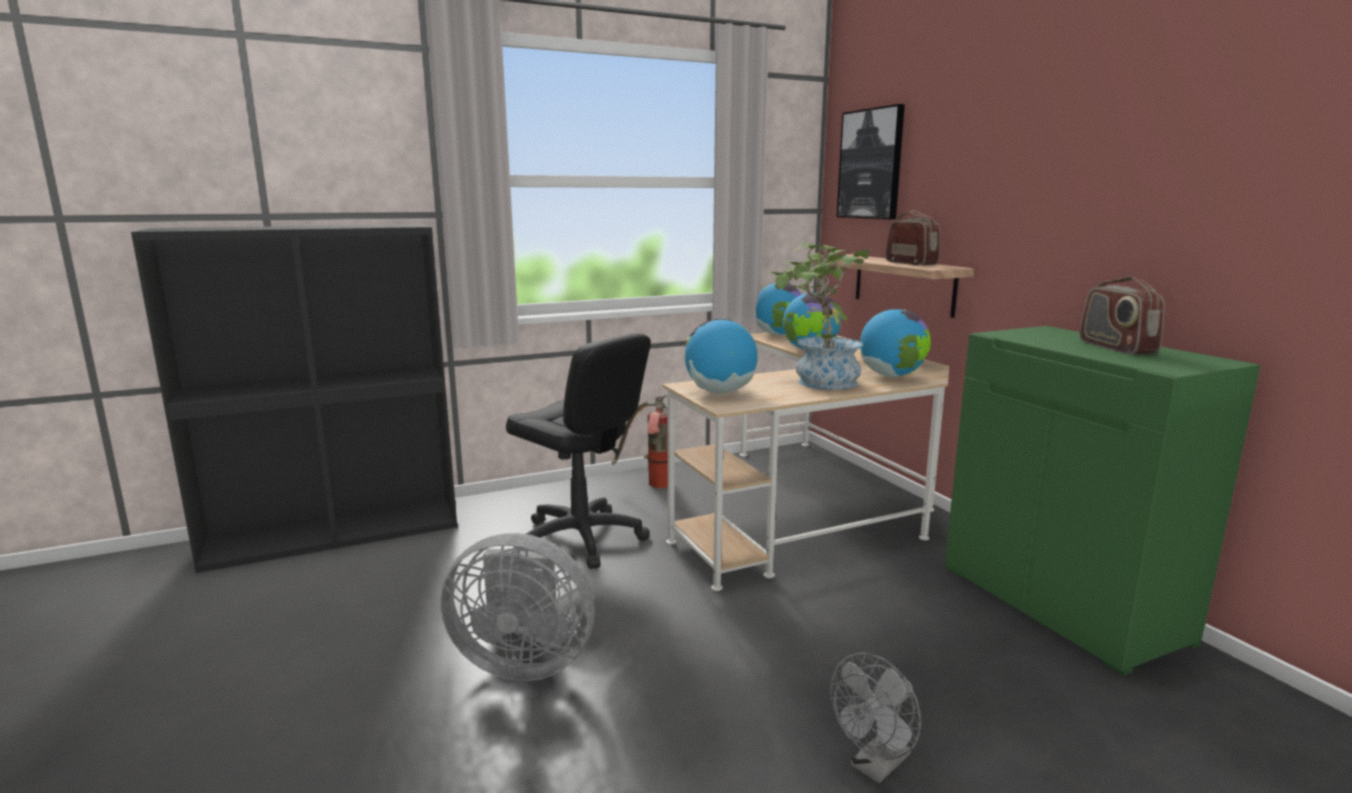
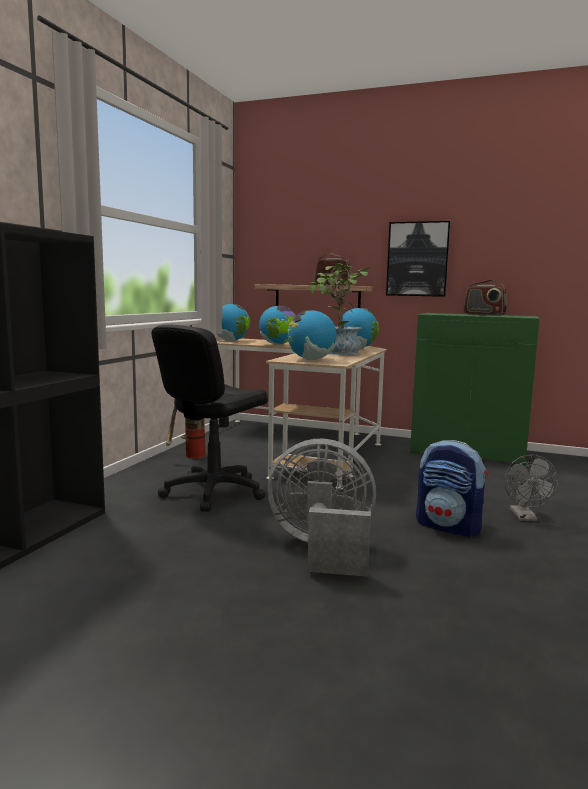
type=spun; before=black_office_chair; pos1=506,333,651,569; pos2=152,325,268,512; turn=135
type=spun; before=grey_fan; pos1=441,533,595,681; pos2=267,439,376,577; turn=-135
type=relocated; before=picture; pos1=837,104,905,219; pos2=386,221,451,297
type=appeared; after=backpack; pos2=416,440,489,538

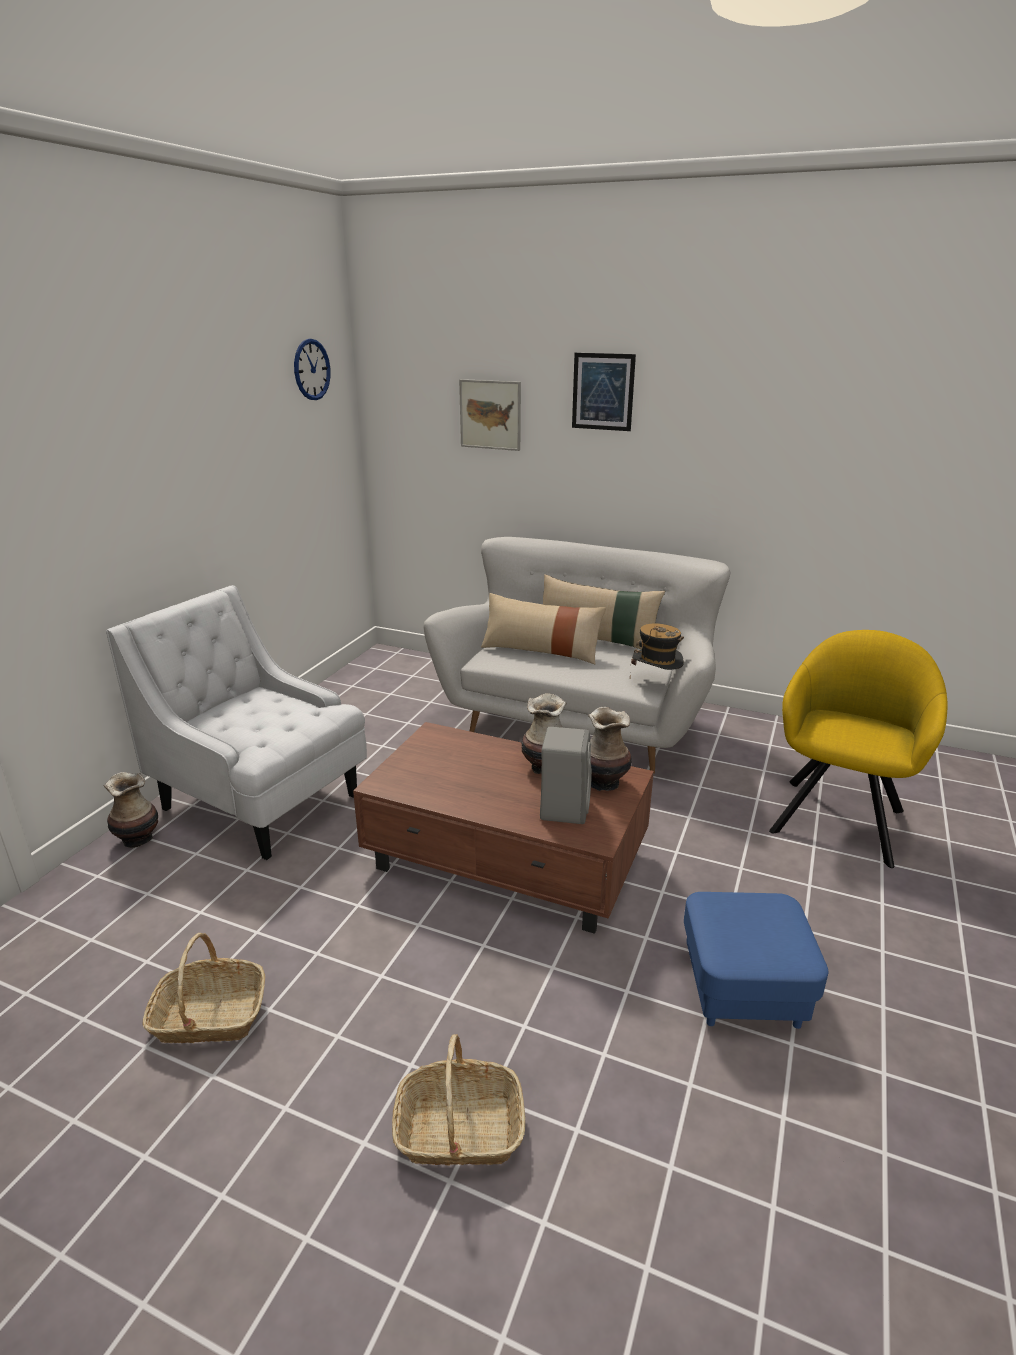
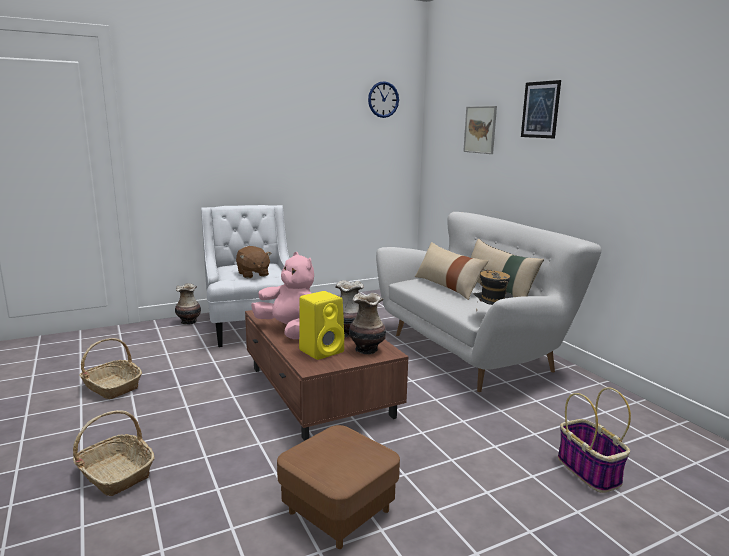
type=appeared; after=brown_plush_toy; pos2=236,246,272,278
type=appeared; after=pink_plush_toy; pos2=251,252,314,339
type=colour; before=blue_ottoman; after=brown_ottoman; pos1=684,892,828,1029; pos2=277,425,400,549
type=colour; before=grey_speaker; after=yellow_speaker; pos1=540,727,592,824; pos2=299,291,345,360
type=exchanged; before=yellow_armchair; after=basket; pos1=769,630,948,868; pos2=558,387,631,493

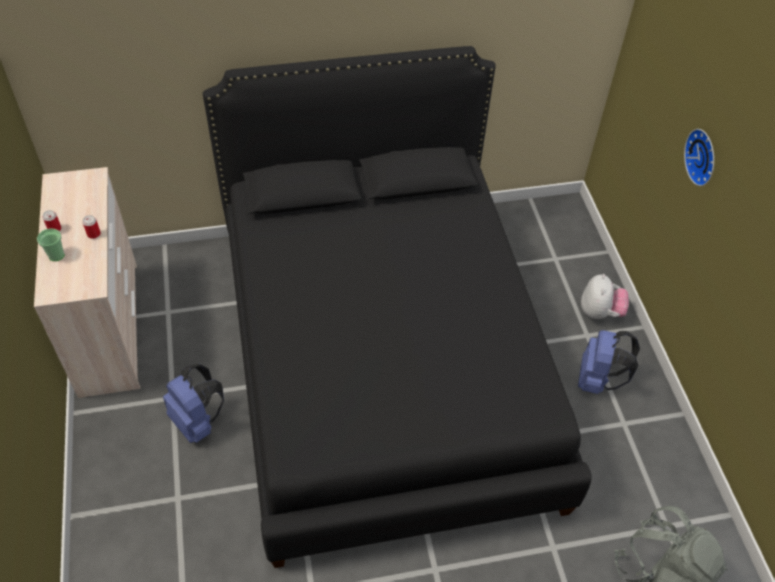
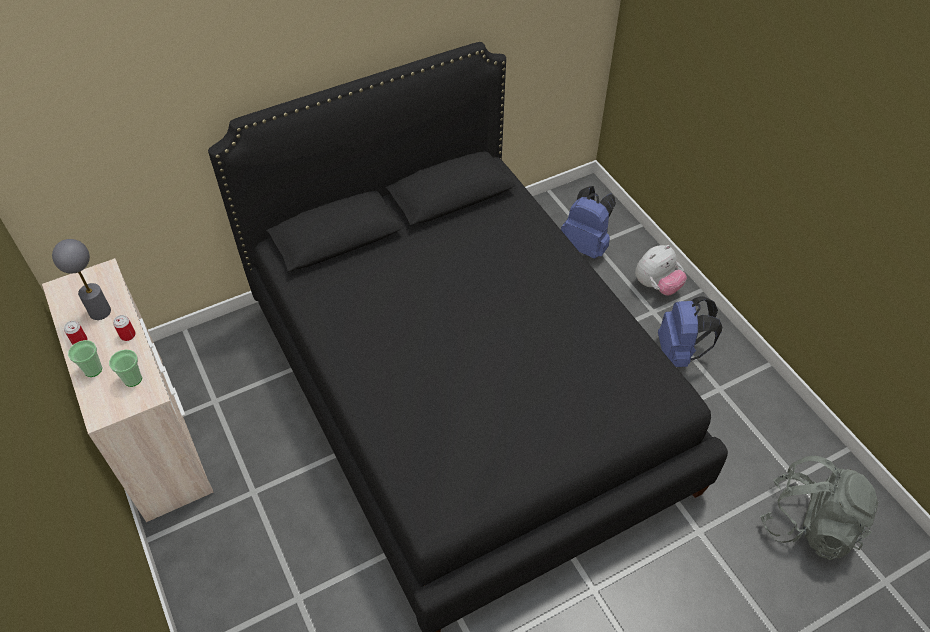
type=appeared; after=grey_table_lamp; pos2=52,239,111,320
type=appeared; after=cup; pos2=109,349,142,387
type=relocated; before=blue_backpack; pos1=163,364,224,443; pos2=561,186,616,259
type=spun; before=plush_toy; pos1=581,274,629,319; pos2=635,245,687,296; turn=60
type=missing; before=wall_clock; pos1=684,129,714,186

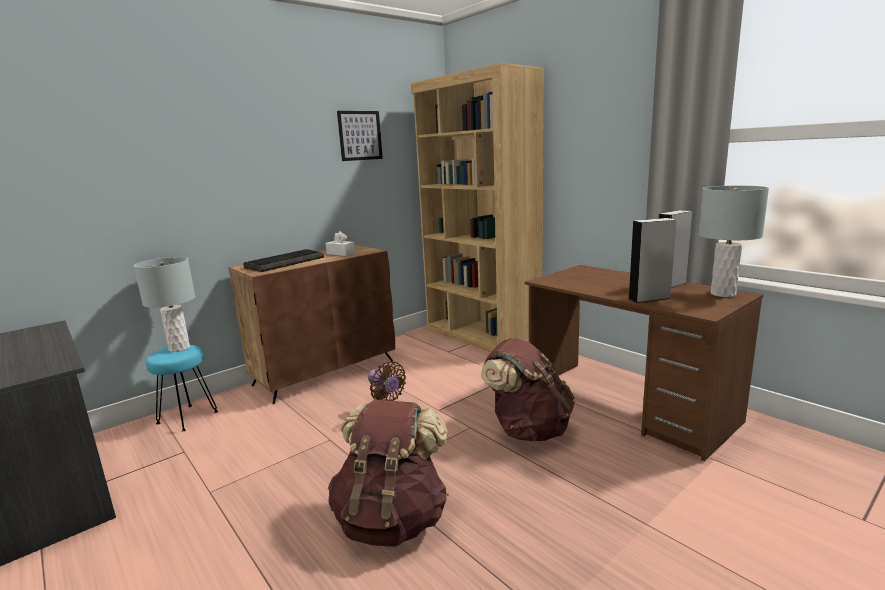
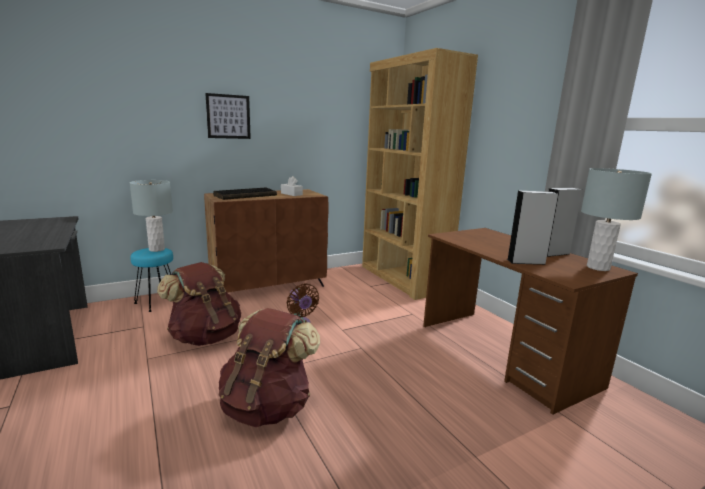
type=relocated; before=brown_backpack; pos1=481,338,575,441; pos2=157,262,241,346
type=relocated; before=picture; pos1=337,111,383,161; pos2=205,93,251,139

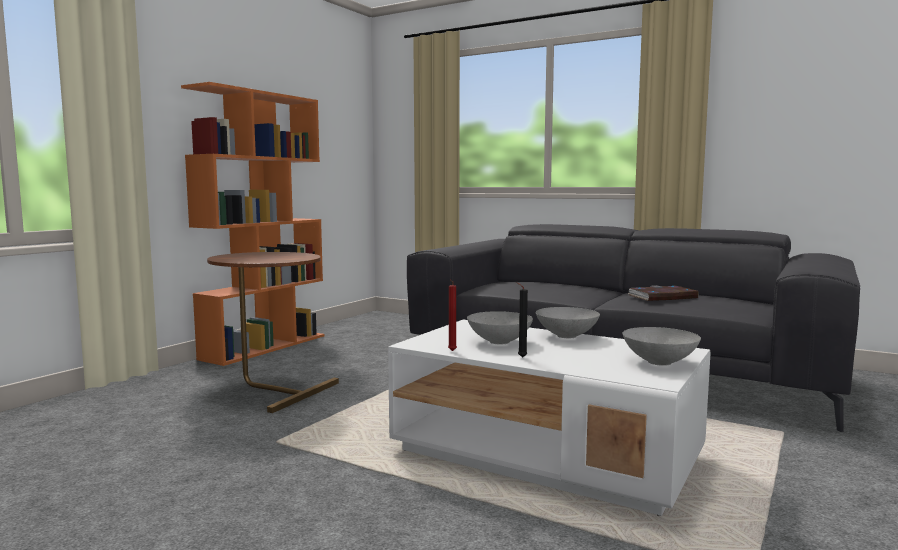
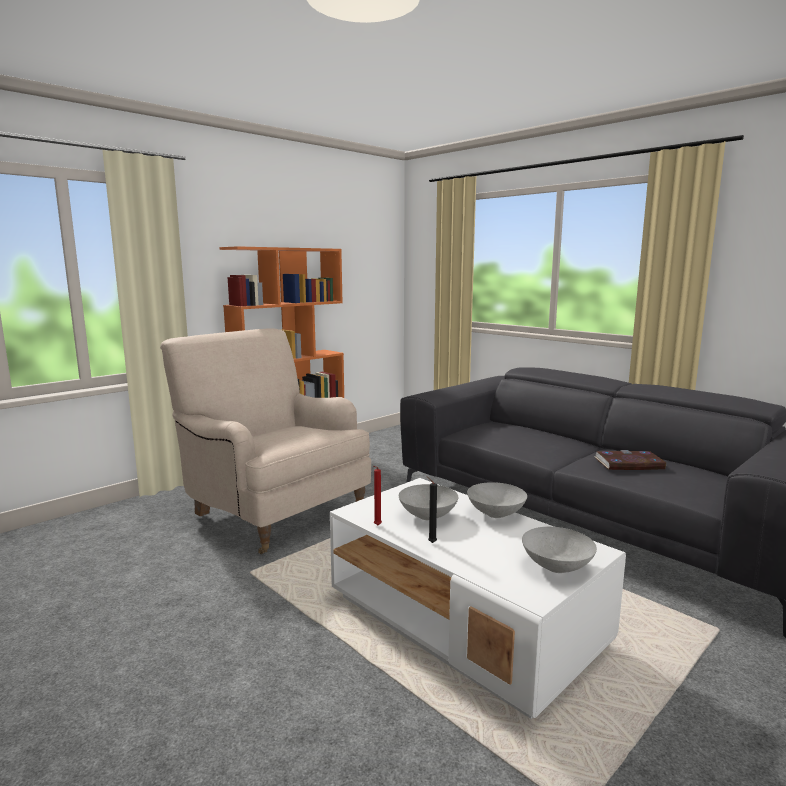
type=exchanged; before=brown_side_table; after=beige_armchair; pos1=207,252,339,413; pos2=160,328,371,554

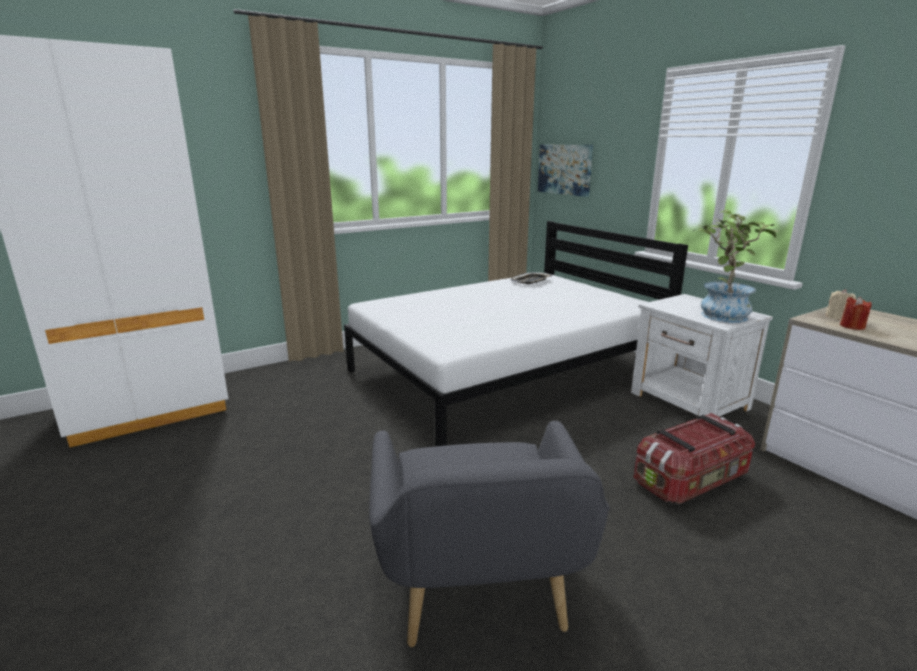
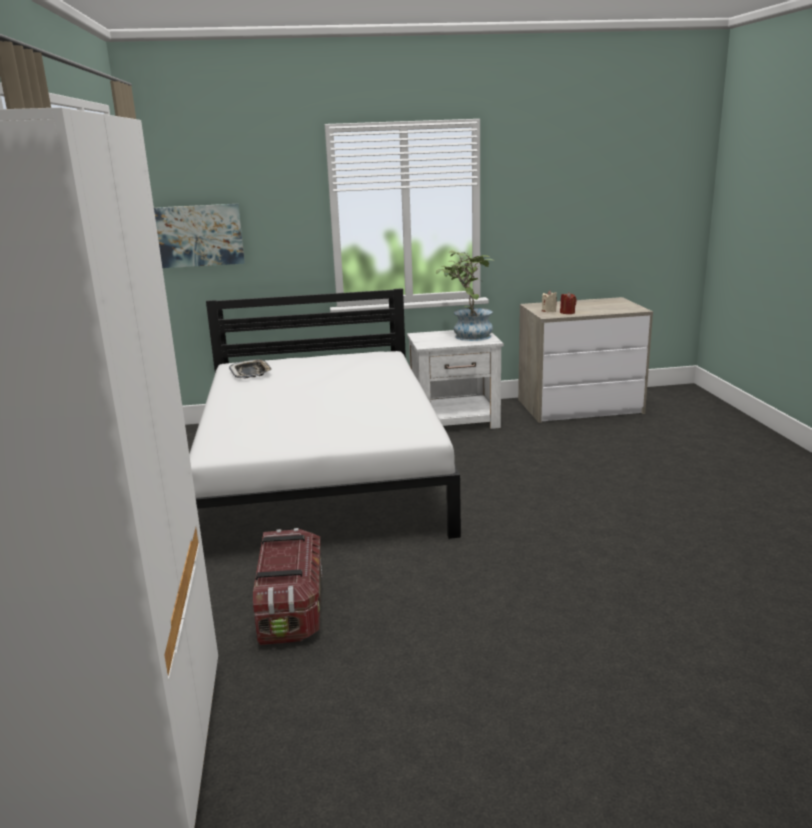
type=relocated; before=storage_box; pos1=634,413,755,504; pos2=253,528,322,645
type=missing; before=grey_armchair; pos1=369,421,610,647

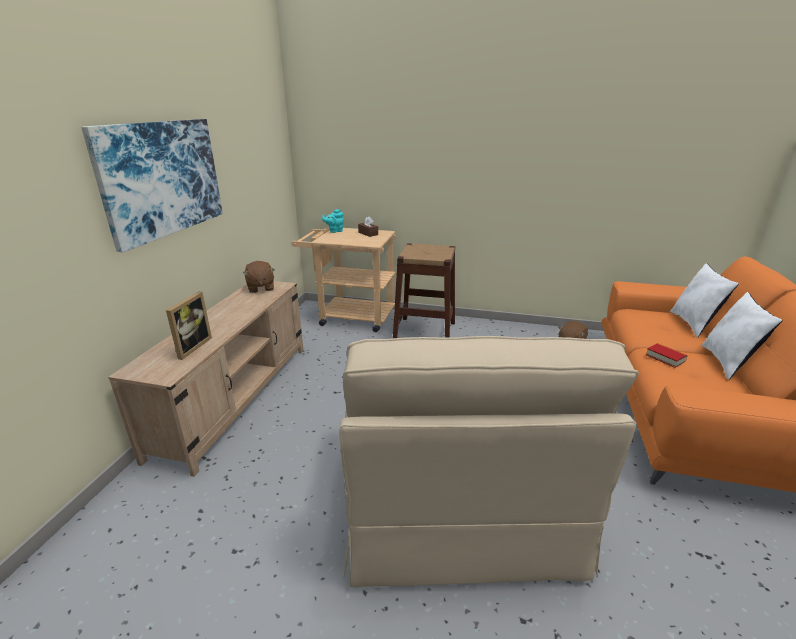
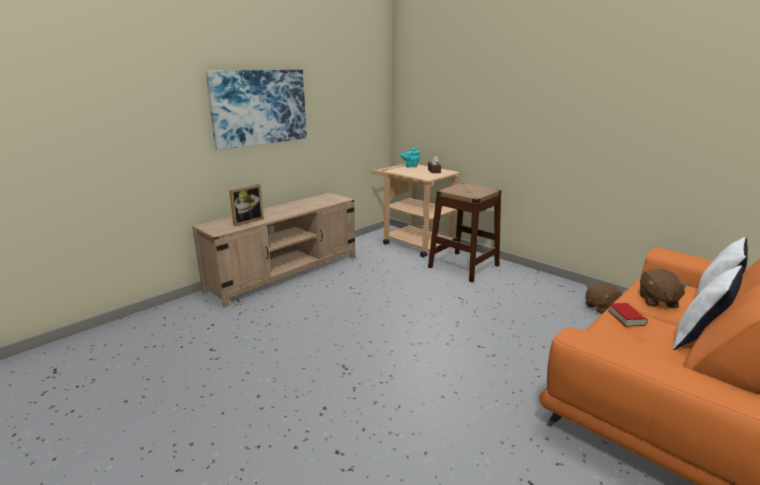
type=relocated; before=brown_plush_toy; pos1=243,261,275,293; pos2=640,268,689,308
type=missing; before=beige_armchair; pos1=339,336,639,587

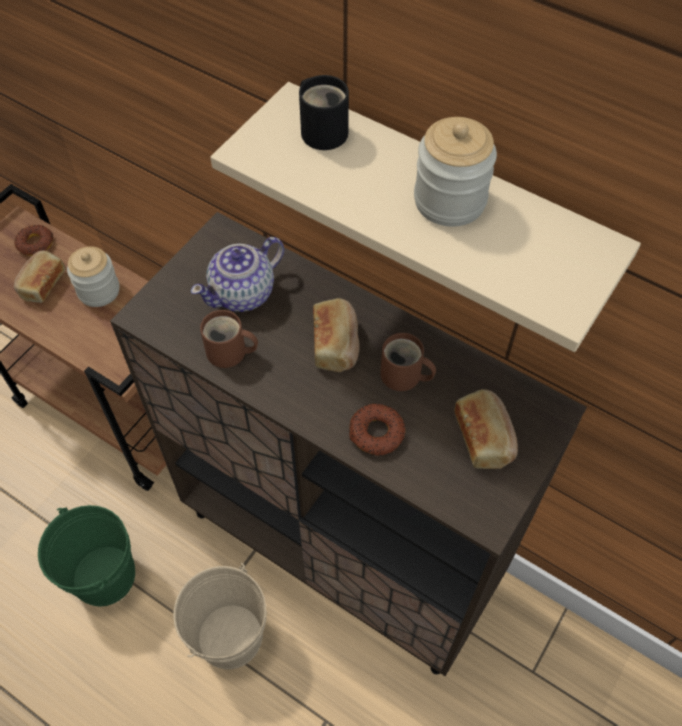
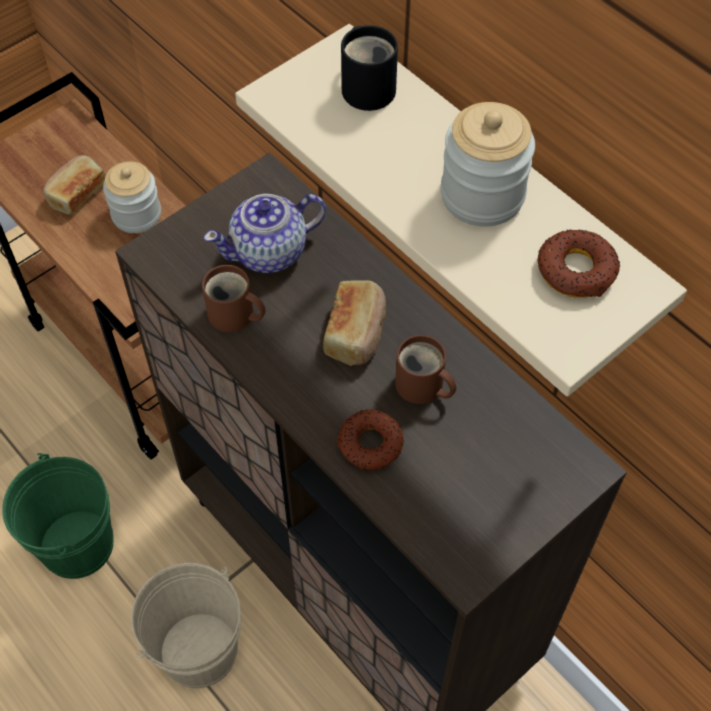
type=relocated; before=donut; pos1=14,225,53,256; pos2=538,230,620,298
type=missing; before=bread; pos1=455,389,518,469

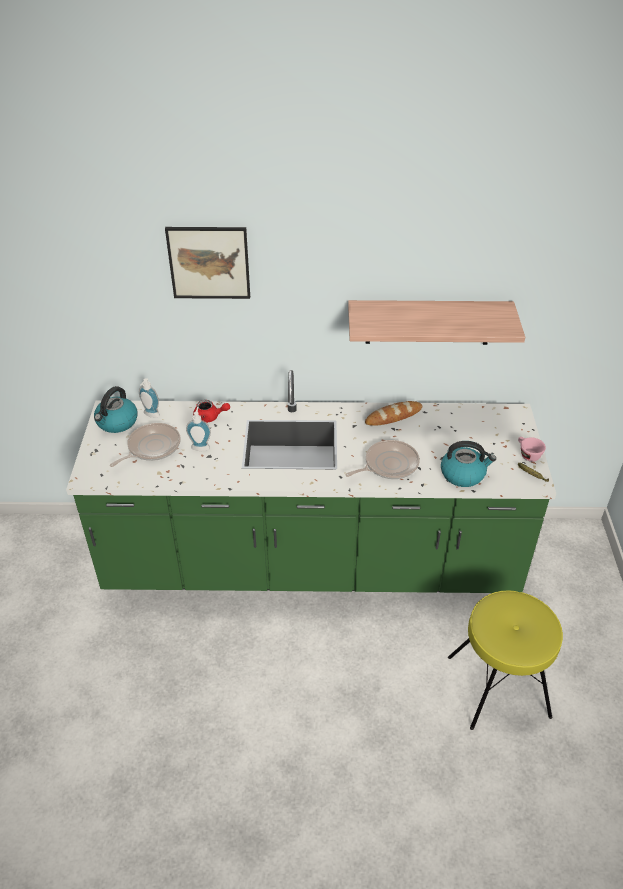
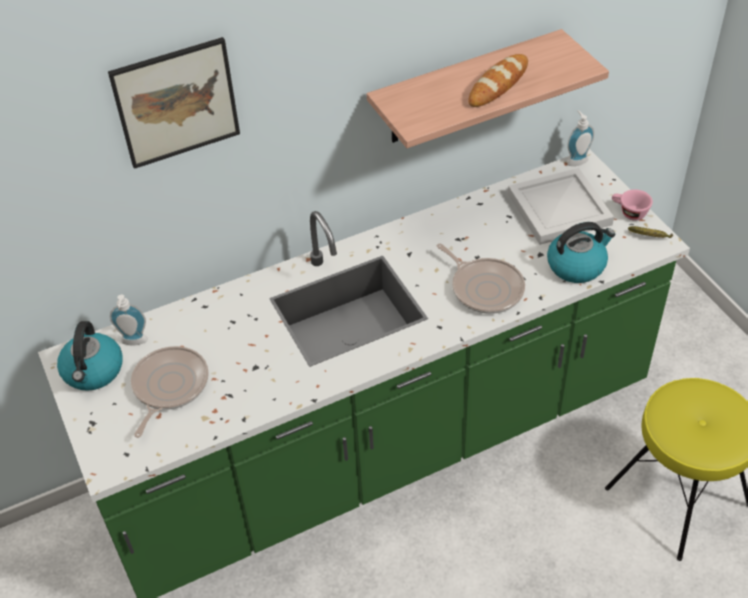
type=spun; before=frying_pan; pos1=345,440,420,479; pos2=437,243,525,314; turn=105
type=relocated; before=bread; pos1=365,401,422,426; pos2=468,54,528,107
type=appeared; after=white_tray; pos2=508,168,614,245
type=relocated; before=soap_dispenser; pos1=186,407,211,451; pos2=567,110,594,166
type=missing; before=red_teapot; pos1=193,400,230,423

